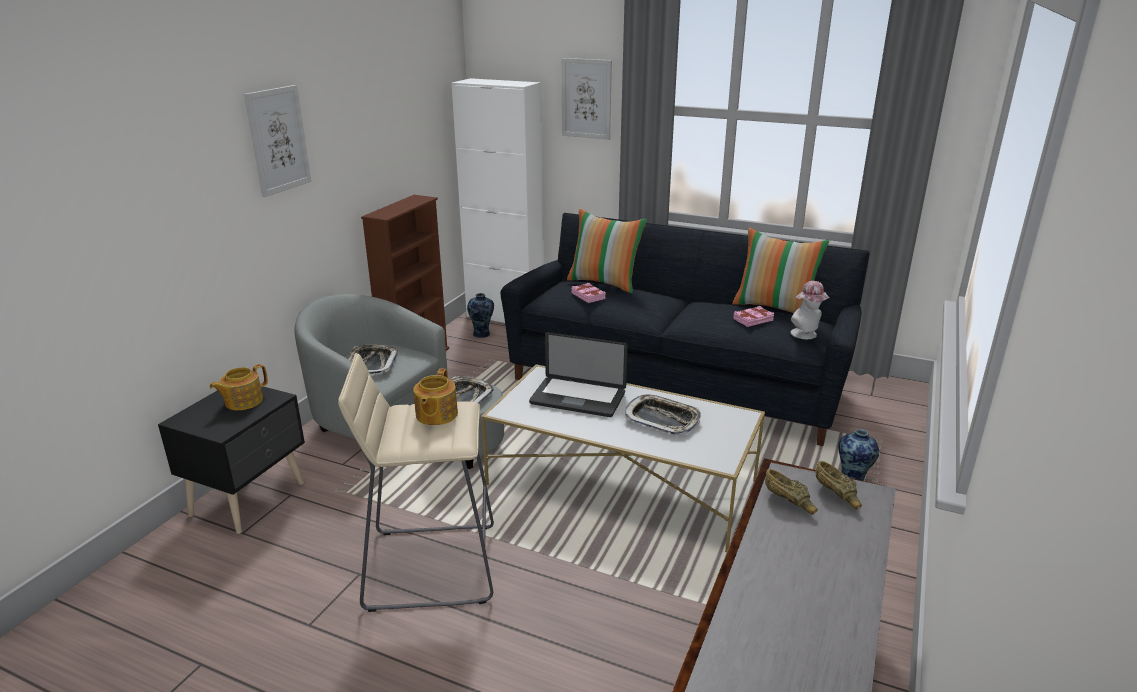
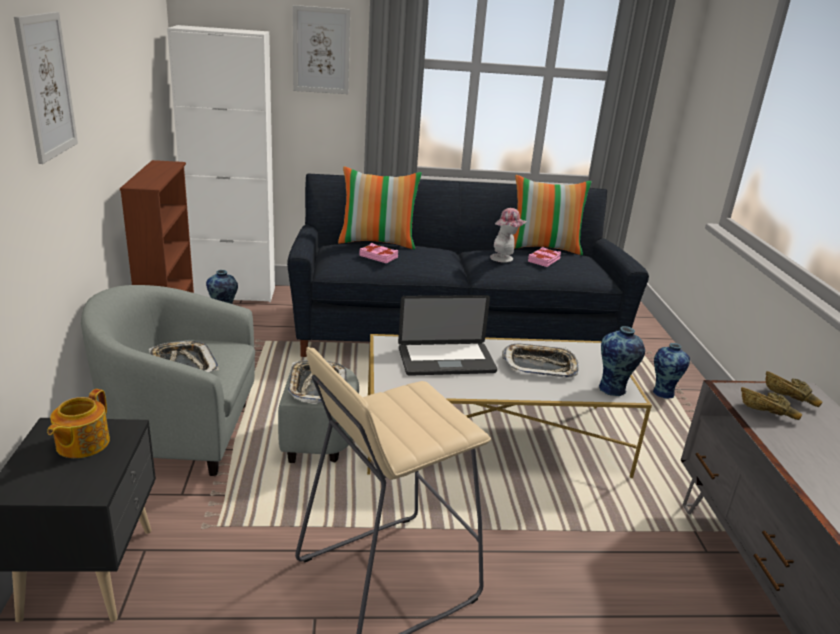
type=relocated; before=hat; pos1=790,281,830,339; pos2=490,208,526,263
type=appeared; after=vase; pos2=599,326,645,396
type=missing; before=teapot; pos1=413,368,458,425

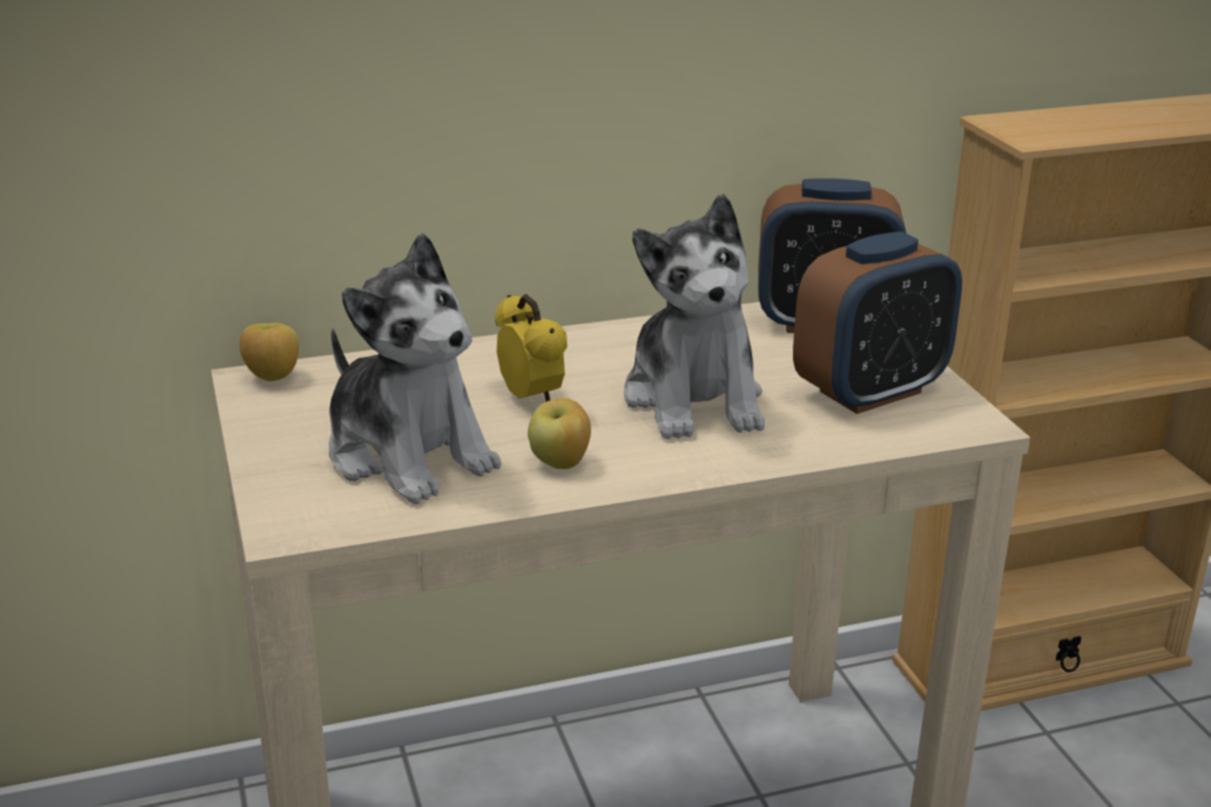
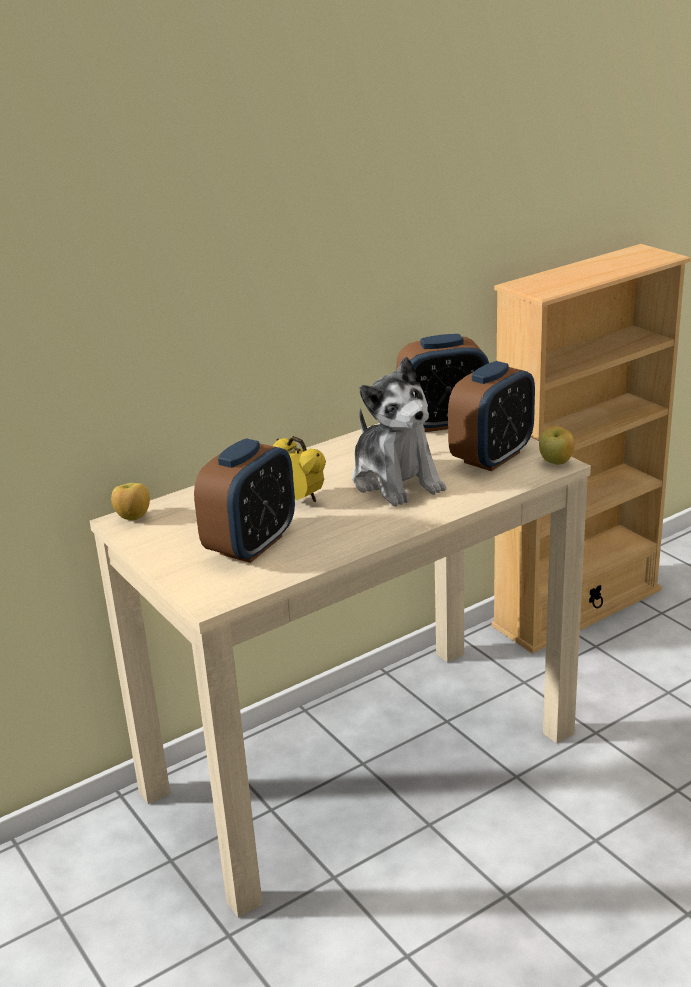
type=exchanged; before=plush_toy; after=alarm_clock; pos1=329,233,501,504; pos2=194,438,295,563
type=relocated; before=apple; pos1=528,398,591,469; pos2=539,426,575,465

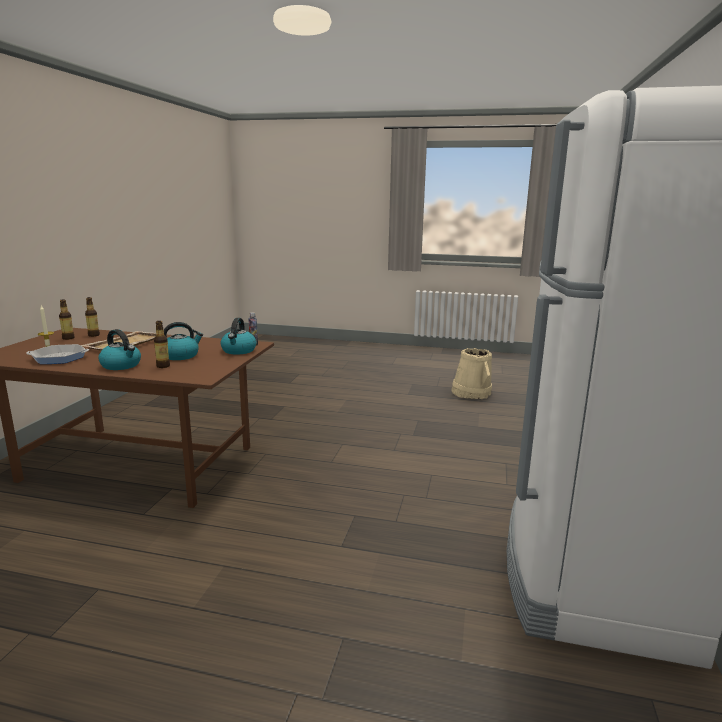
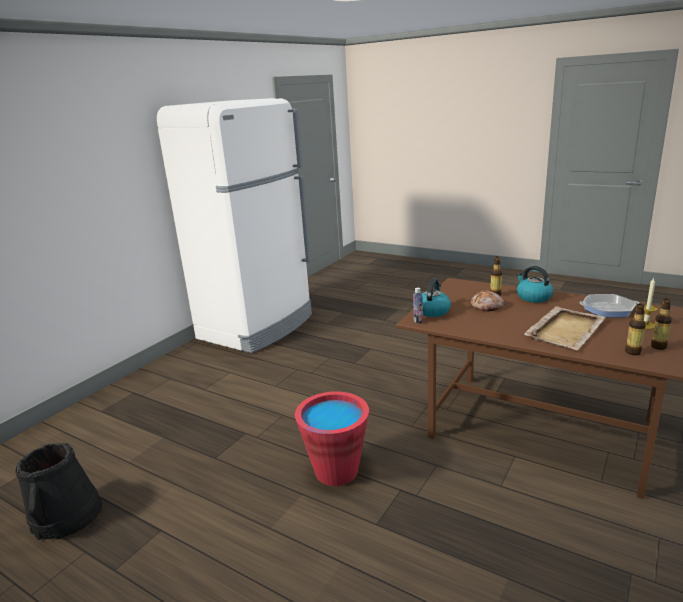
type=colour; before=beige_bucket; after=black_bucket; pos1=452,348,492,399; pos2=15,443,103,540
type=appeared; after=red_bucket; pos2=295,391,369,486
type=exchanged; before=kettle; after=bread; pos1=164,322,203,360; pos2=470,290,505,312

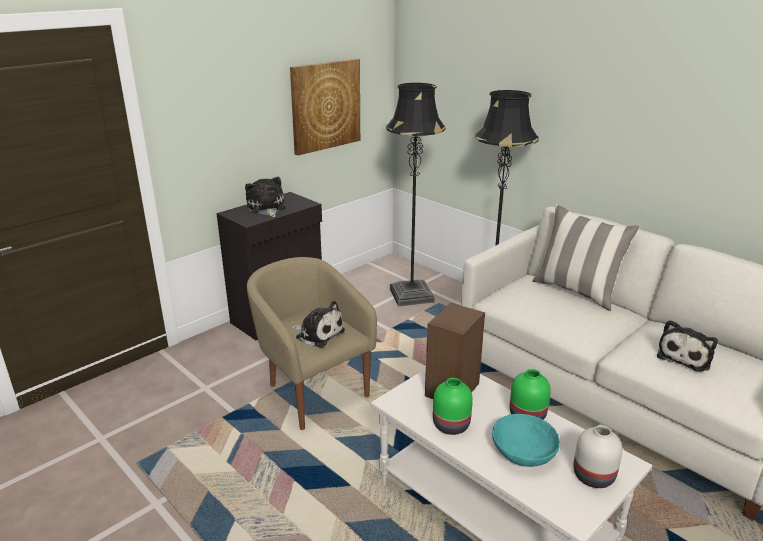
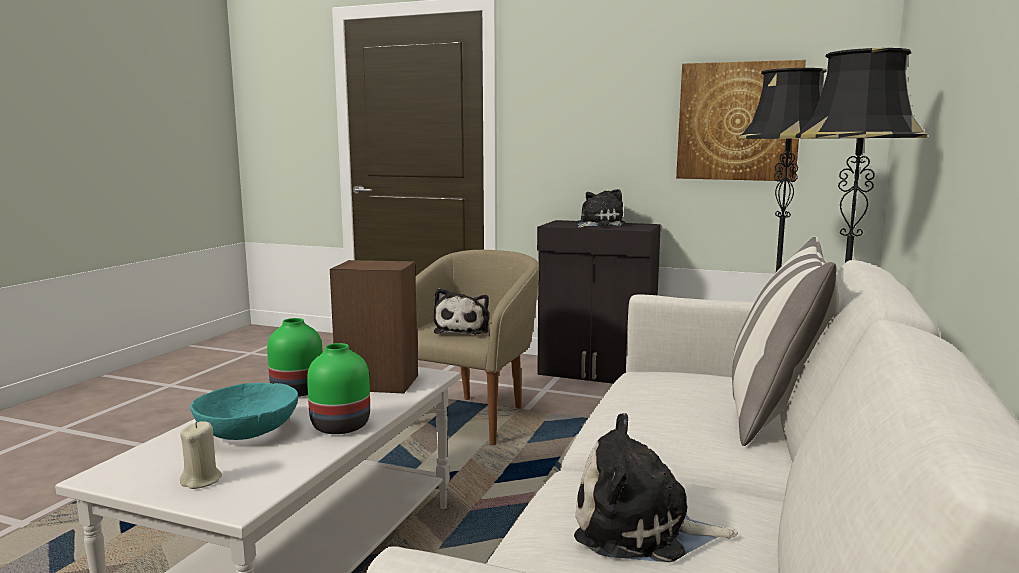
type=exchanged; before=white_vase; after=beige_candle; pos1=573,425,623,488; pos2=180,421,222,489

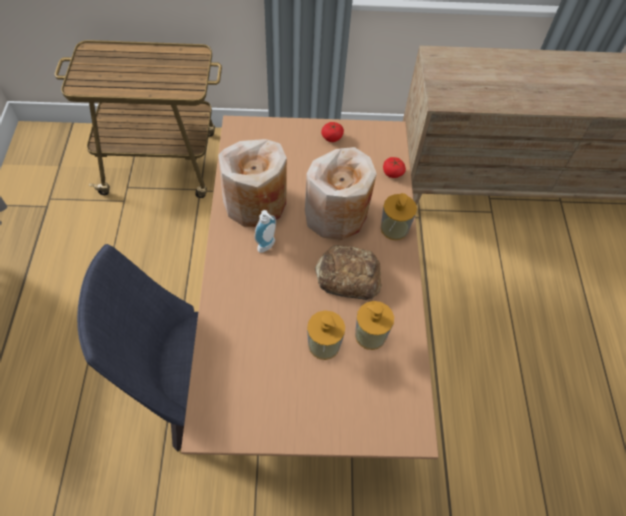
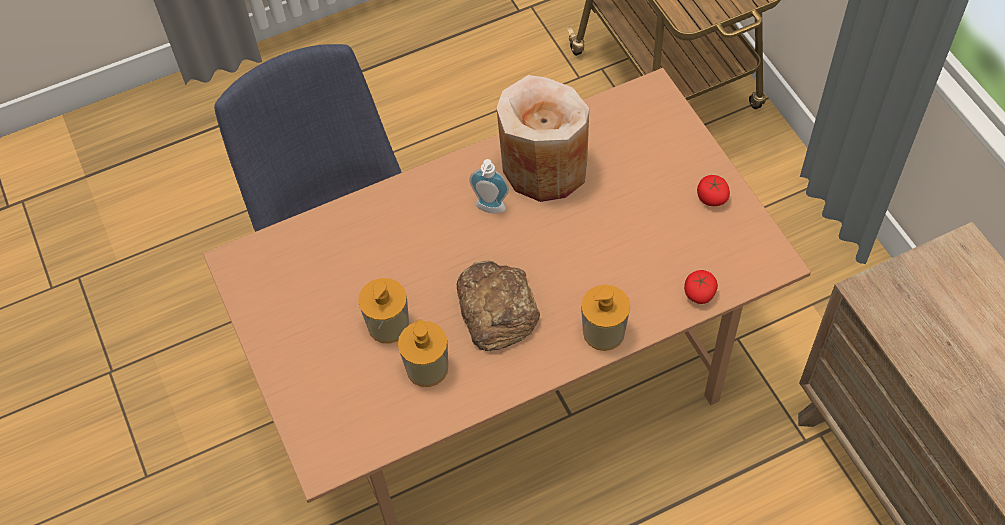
type=missing; before=beige_vase; pos1=305,147,377,240

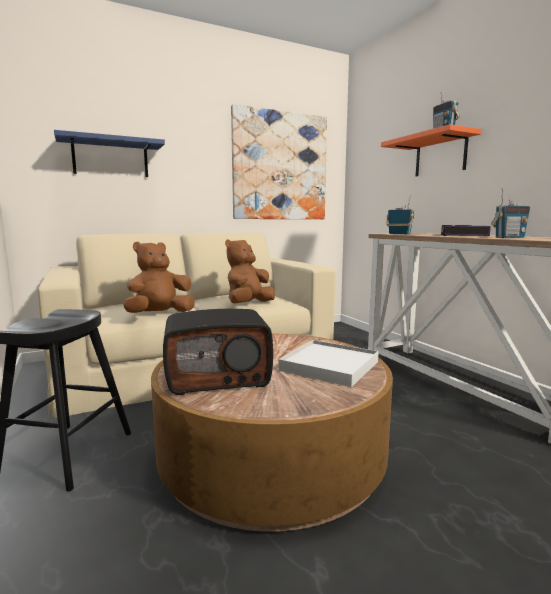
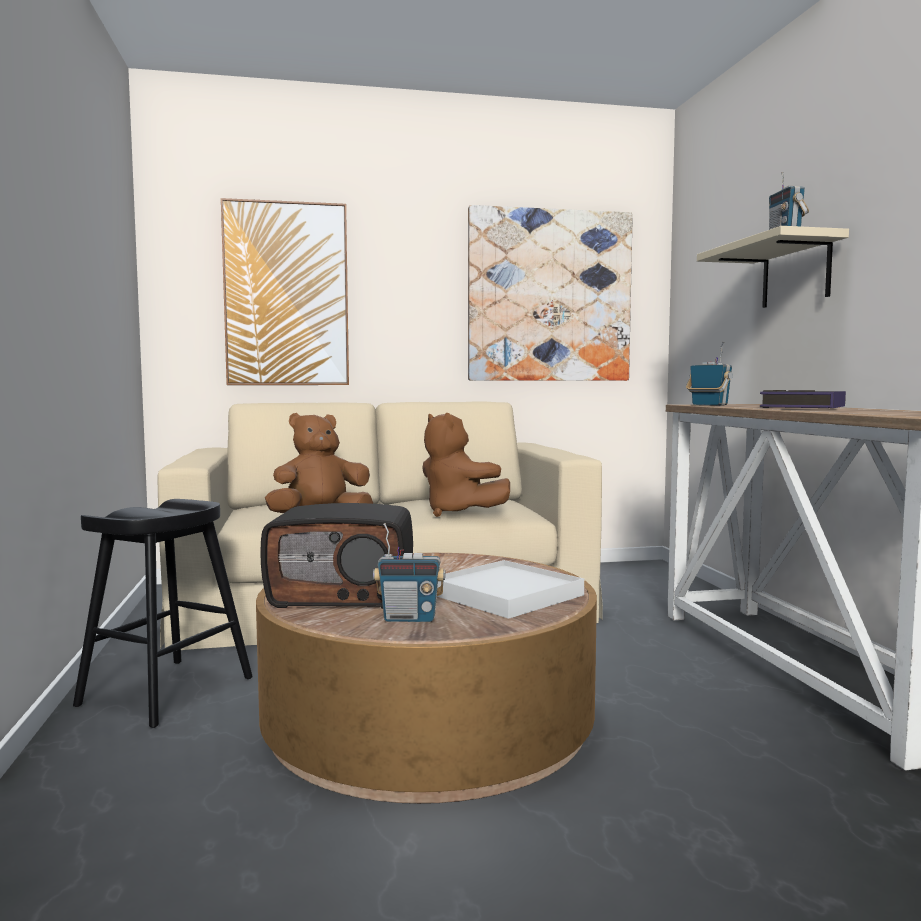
type=exchanged; before=blue_shelf; after=picture; pos1=54,130,165,177; pos2=221,198,349,385
type=relocated; before=radio; pos1=491,188,530,238; pos2=373,523,445,622
type=spun; before=brown_plush_toy; pos1=225,239,275,304; pos2=422,413,510,517; turn=-90
type=colour; before=orange_shelf; after=beige_shelf; pos1=381,124,481,176; pos2=697,226,849,308

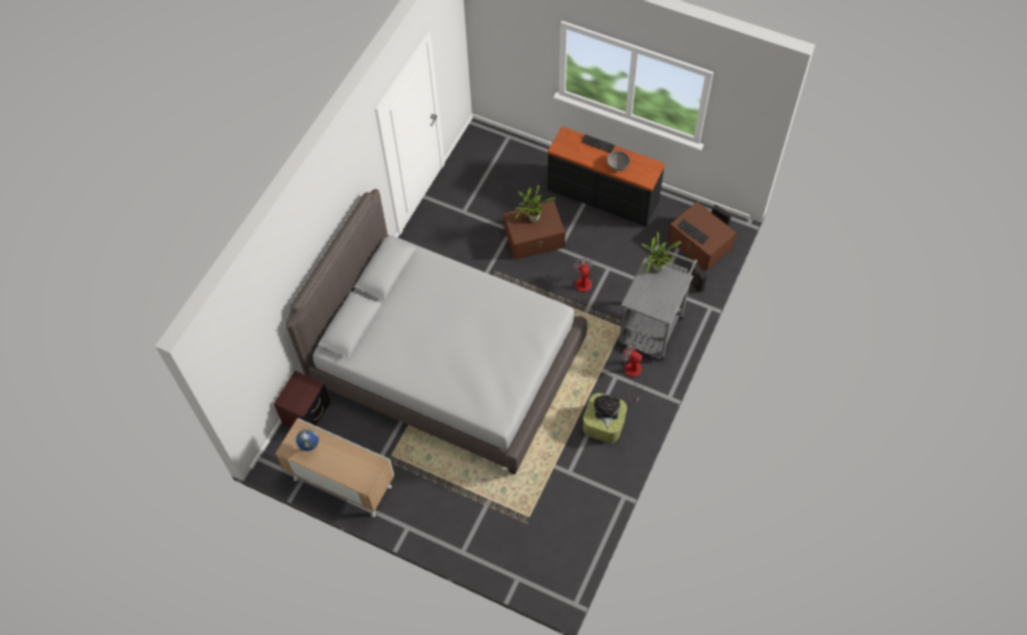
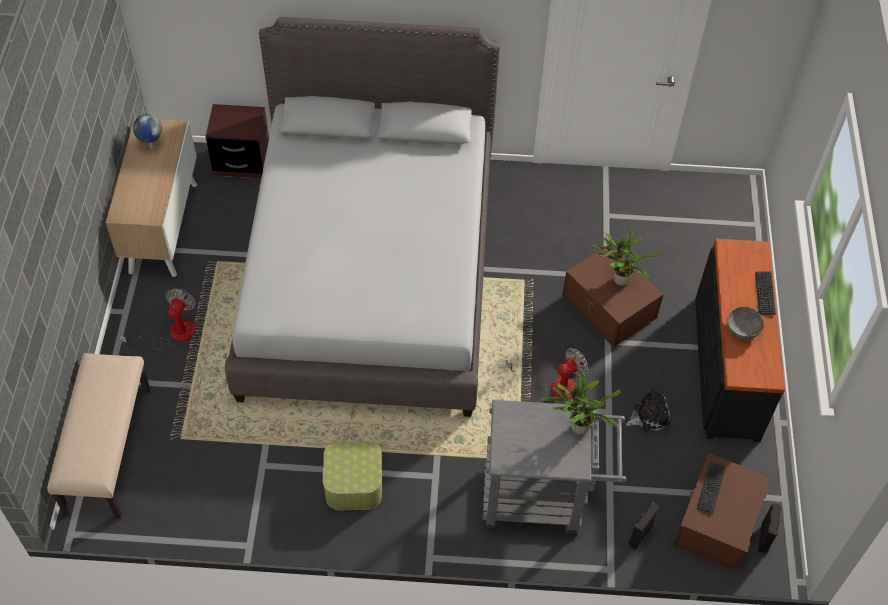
type=appeared; after=beige_bench; pos2=47,353,150,518
type=relocated; before=fan; pos1=621,343,644,403; pos2=119,289,196,350
type=relocated; before=plush_toy; pos1=594,395,620,428; pos2=626,388,671,431

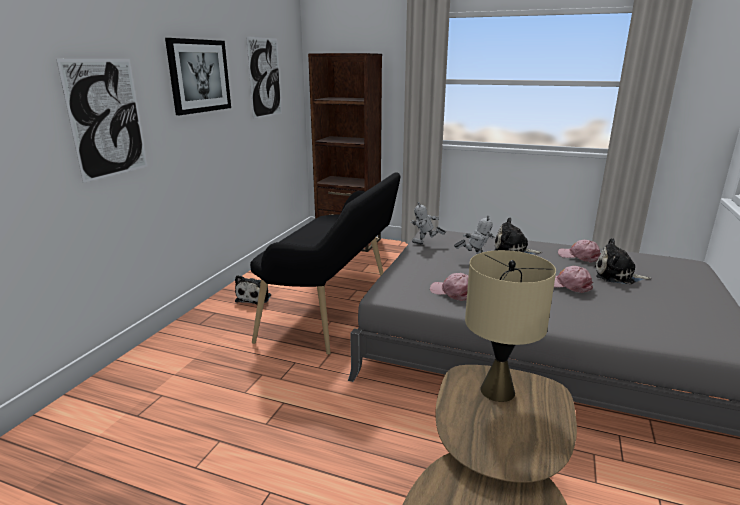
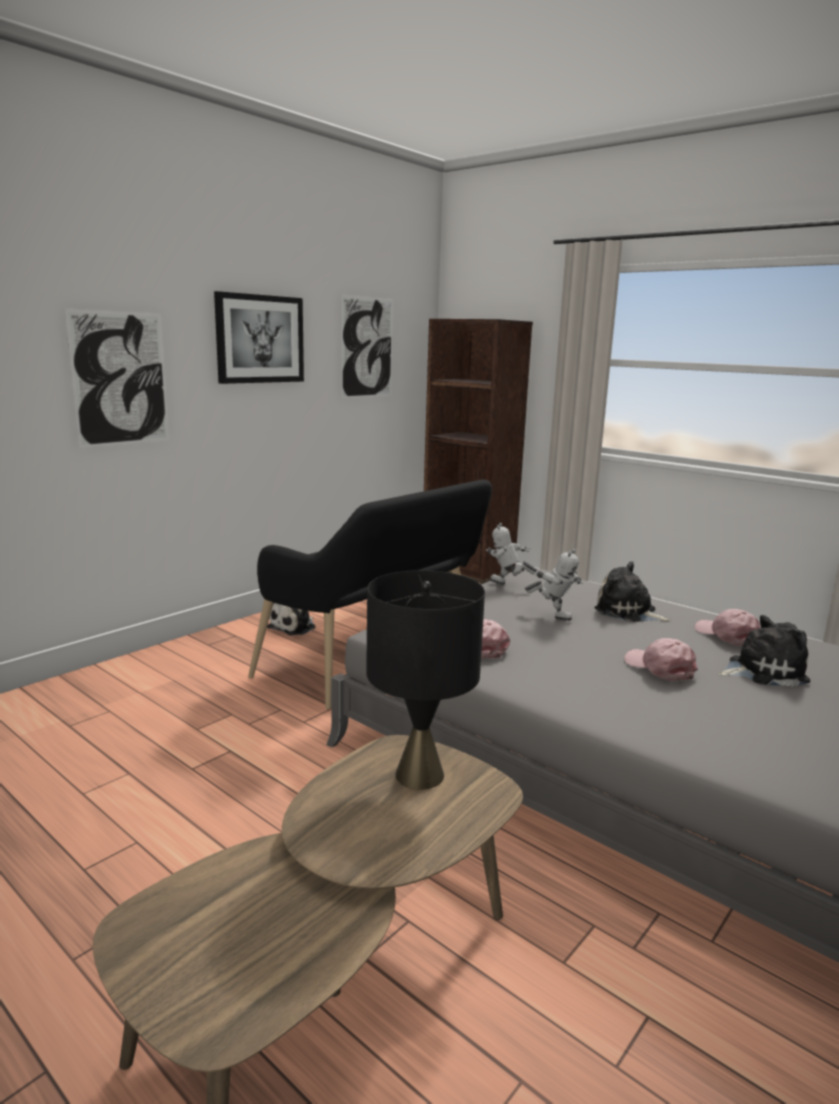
type=colour; before=beige_table_lamp; after=black_table_lamp; pos1=465,250,556,402; pos2=366,570,485,790
type=spun; before=plush_toy; pos1=595,238,651,284; pos2=718,615,810,687; turn=135

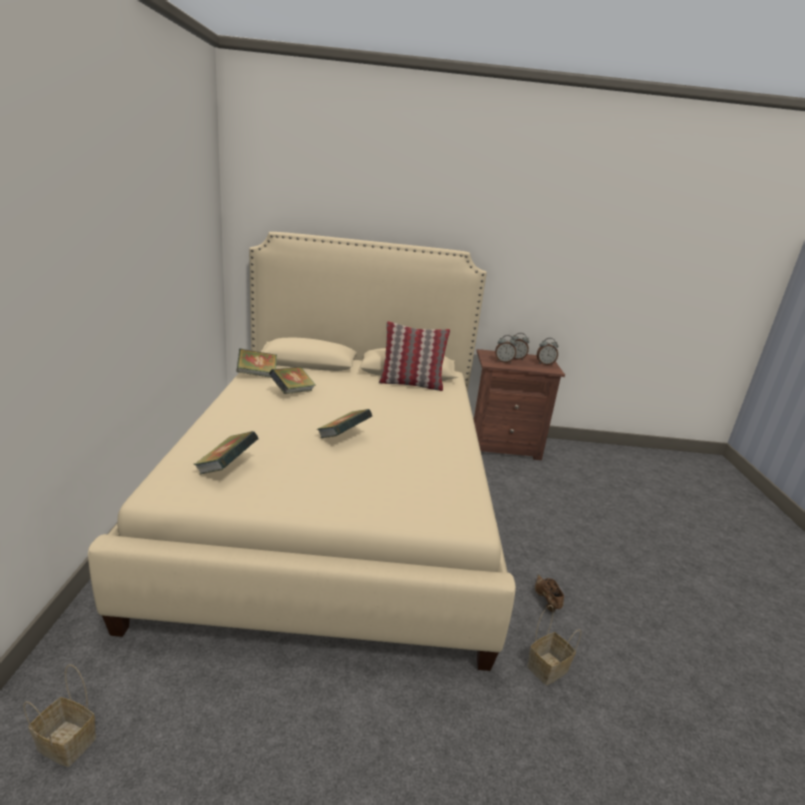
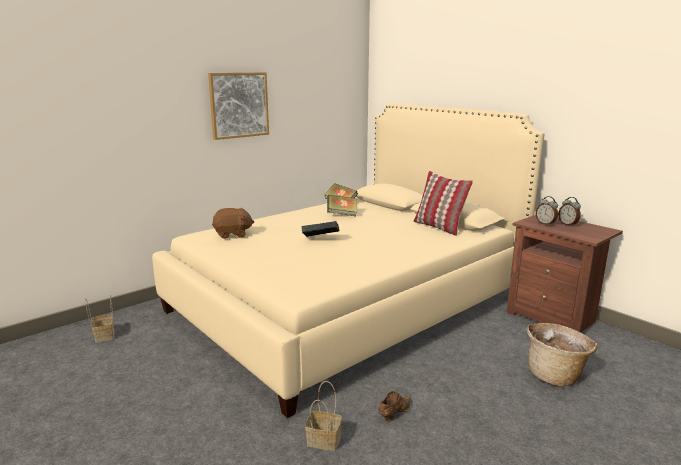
type=appeared; after=picture; pos2=208,72,269,140
type=exchanged; before=book; after=brown_plush_toy; pos1=193,431,258,475; pos2=212,208,254,239
type=appeared; after=basket; pos2=526,323,597,386
type=missing; before=alarm_clock; pos1=537,338,558,365

